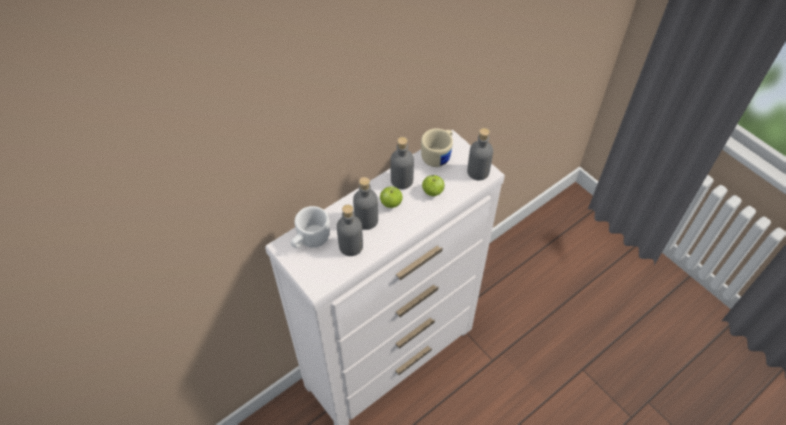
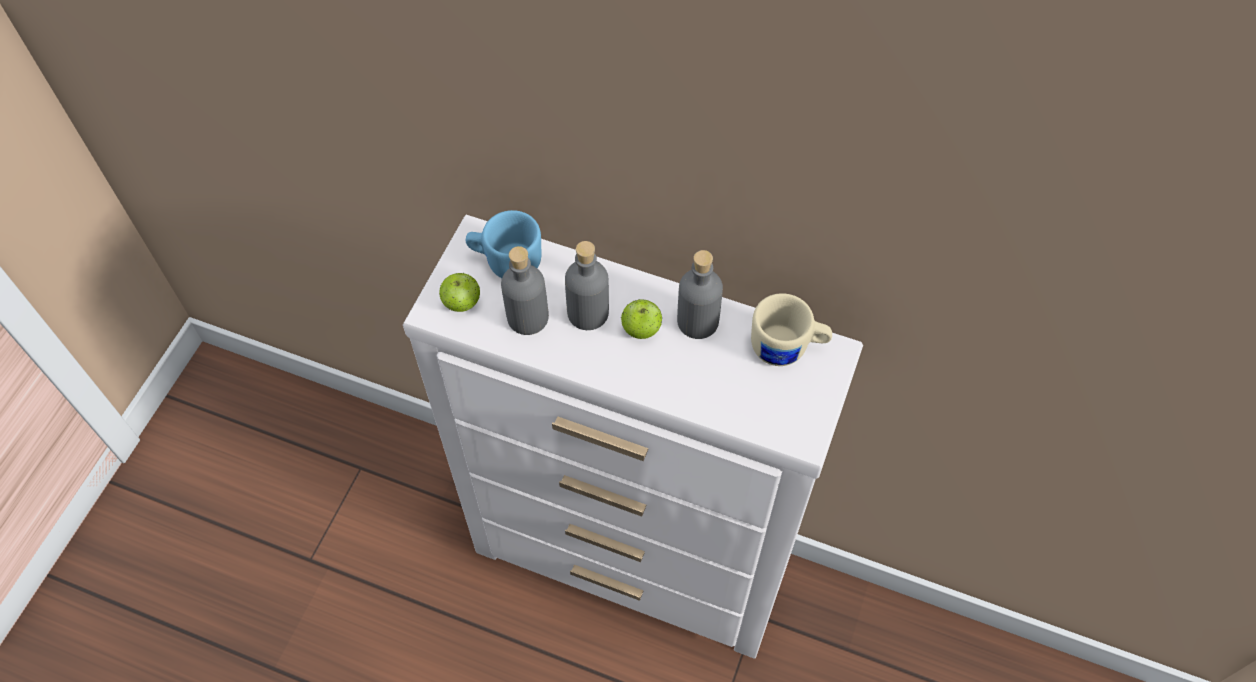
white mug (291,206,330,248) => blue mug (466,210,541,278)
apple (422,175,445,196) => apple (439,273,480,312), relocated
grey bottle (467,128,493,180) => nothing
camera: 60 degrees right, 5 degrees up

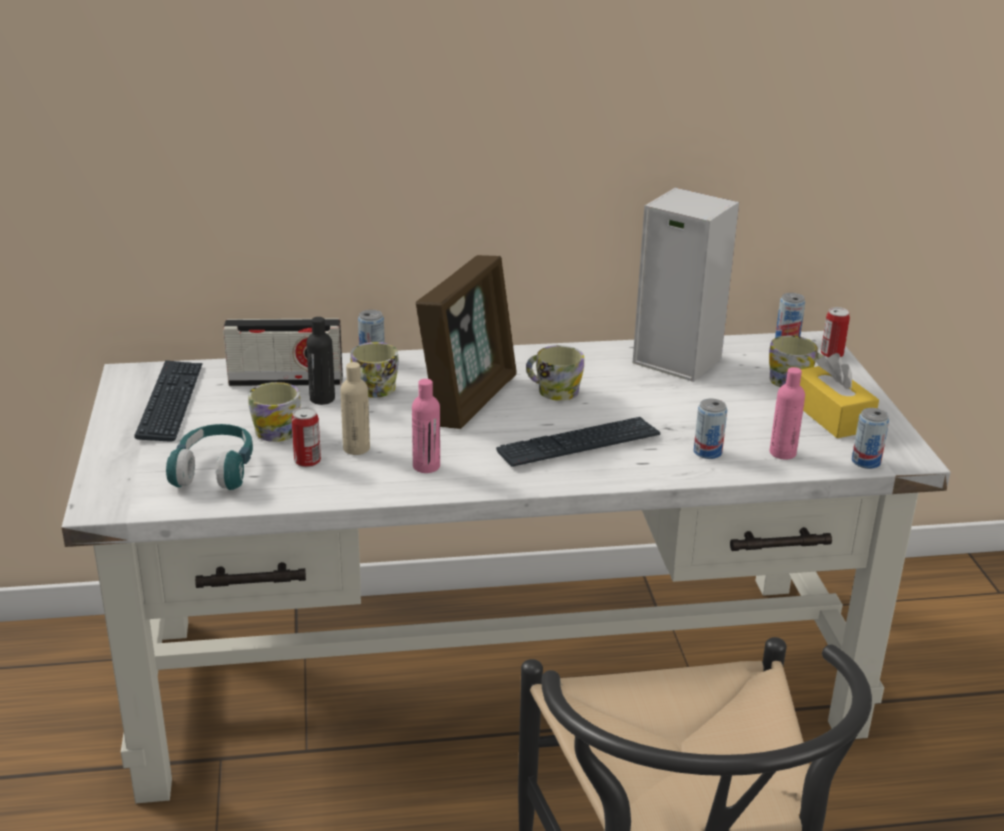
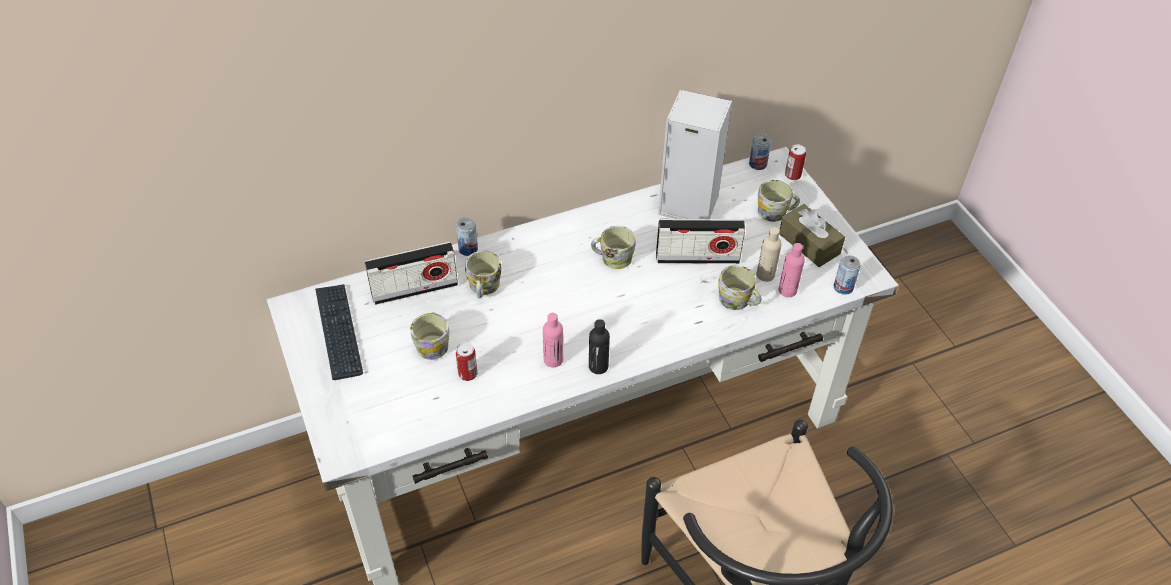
turquoise headphones (166,424,253,490) => nothing
black bottle (306,317,335,405) => black bottle (589,319,610,374), relocated
beige bottle (340,362,370,455) => beige bottle (757,227,782,282), relocated
picture frame (416,255,516,429) => nothing
keyboard (496,417,660,467) => nothing
can (694,399,727,459) => mug (718,265,762,310)
yellow tissue box (800,353,879,438) => brown tissue box (779,204,845,267)
nothing => radio (656,219,745,264)
camera: 15 degrees left, 20 degrees up

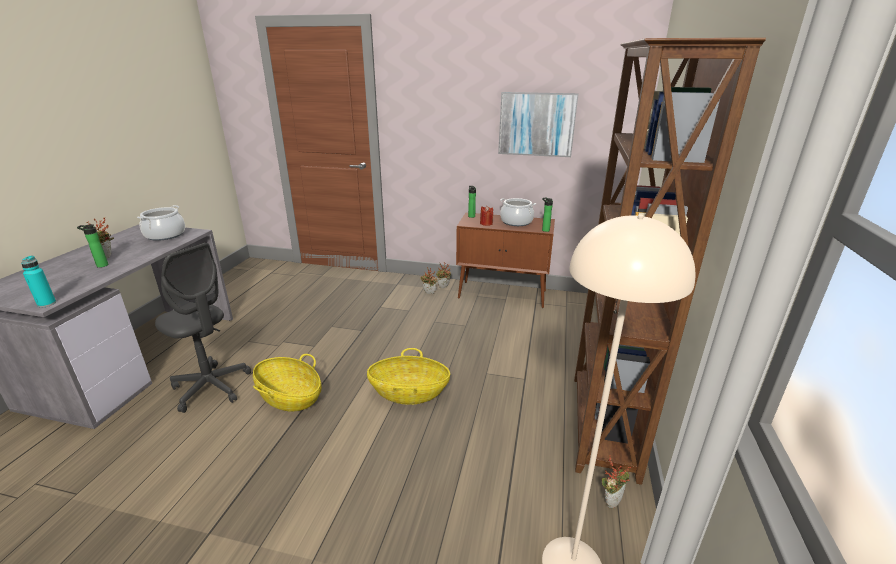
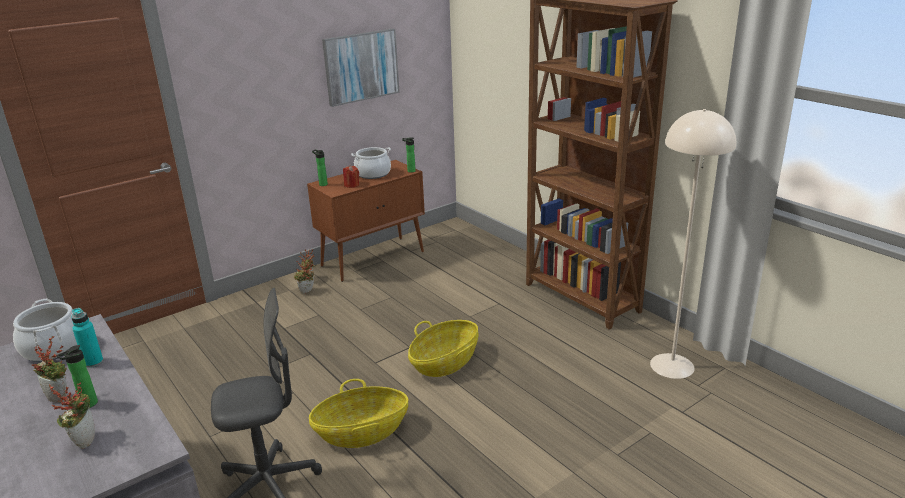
turquoise bottle (21,256,56,308) => turquoise bottle (71,308,103,368), relocated
potted plant (602,455,631,509) => potted plant (49,382,95,449), relocated
camera: 50 degrees left, 0 degrees up

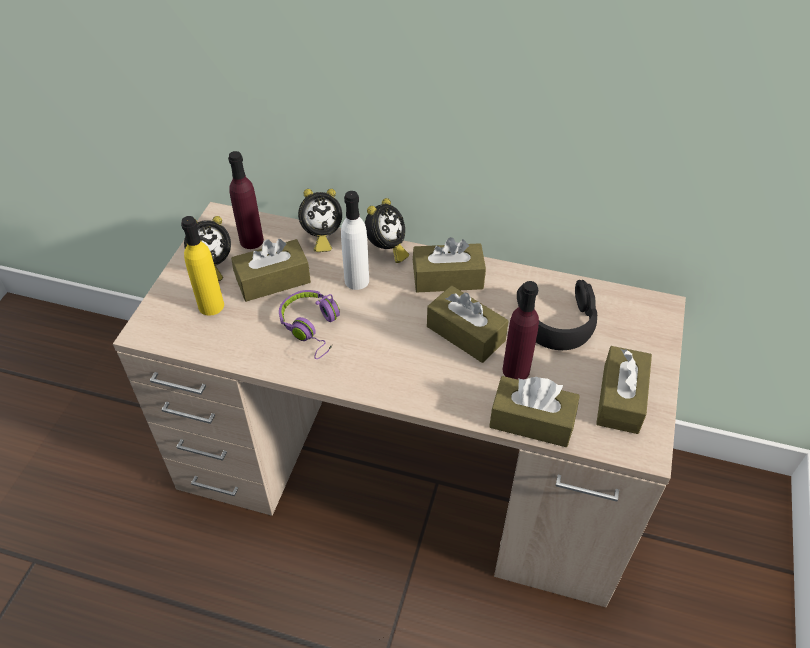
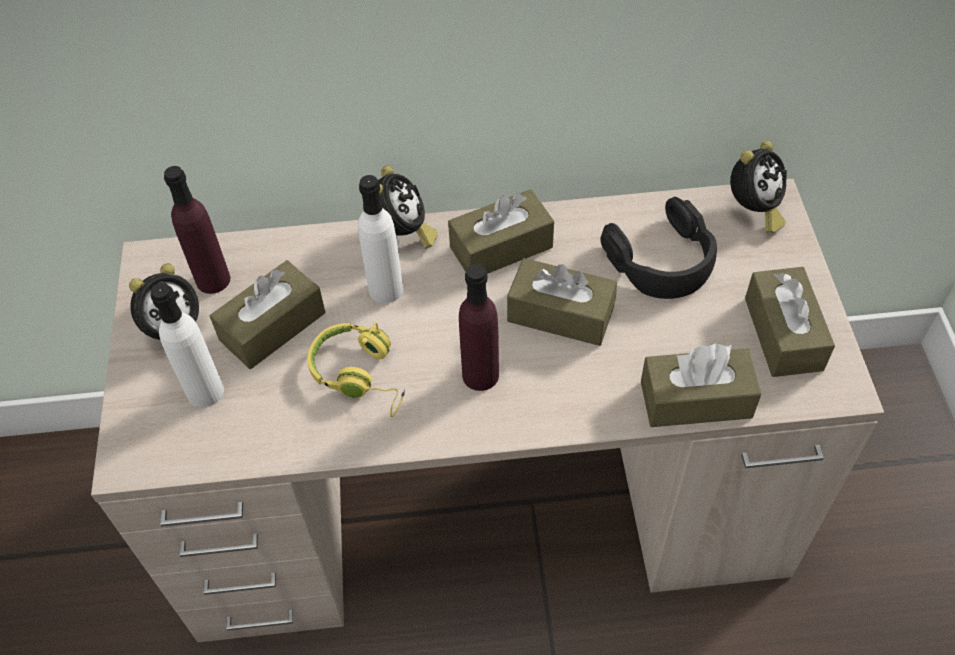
yellow bottle (181,216,224,316) => white bottle (150,283,224,407)
purple headphones (279,290,340,359) => yellow headphones (307,322,405,417)
alarm clock (298,189,342,252) => alarm clock (730,141,787,233), relocated
purple bottle (503,281,539,380) => purple bottle (459,264,499,391), relocated
camera: 20 degrees left, 5 degrees up

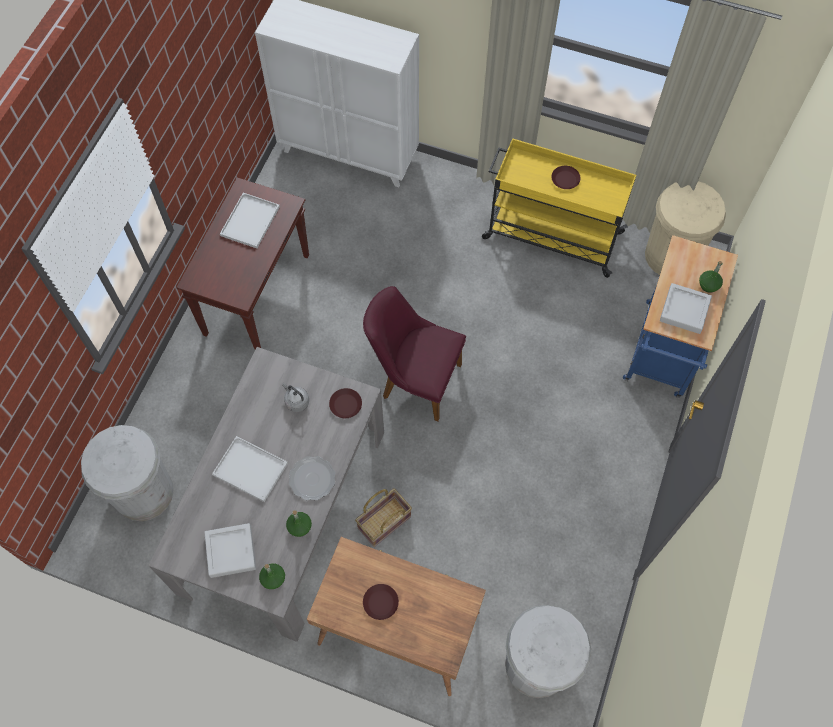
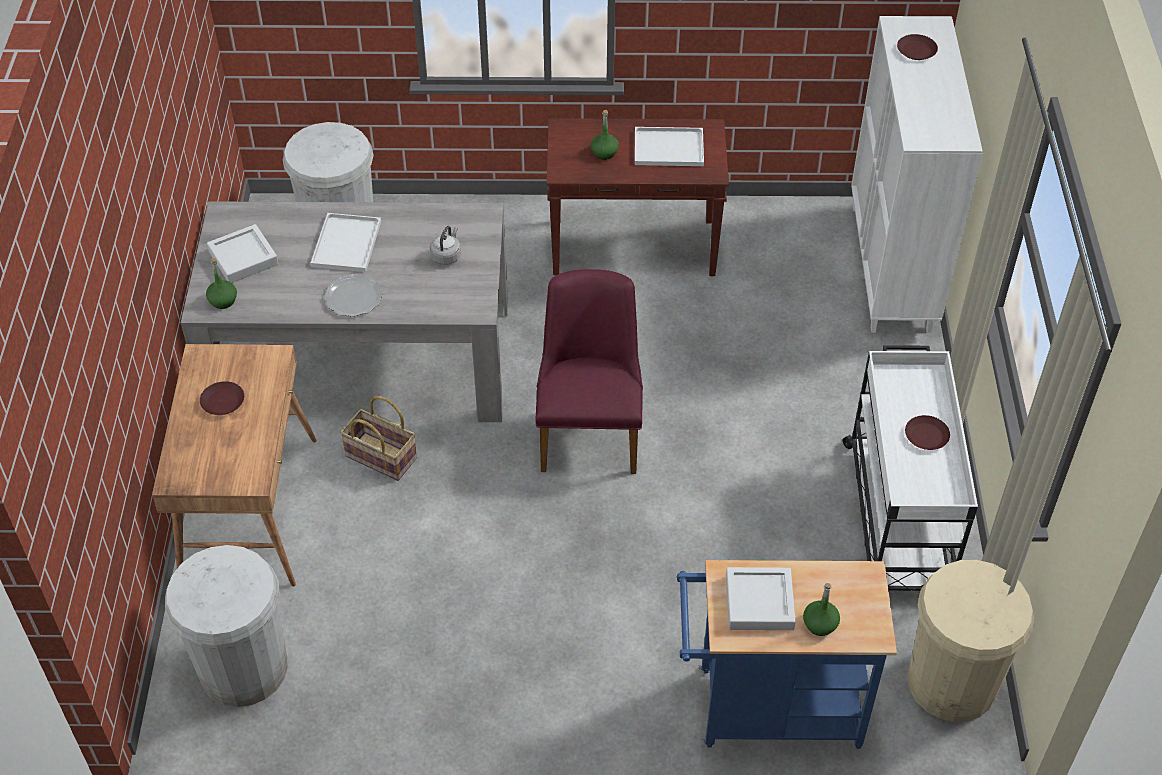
green bottle (286,510,312,537) => green bottle (591,110,619,160), relocated
brown plate (329,388,362,418) => brown plate (897,34,938,60), relocated
yellow cart (482,138,636,278) => white cart (843,345,978,591)
camera: 70 degrees right, 15 degrees down

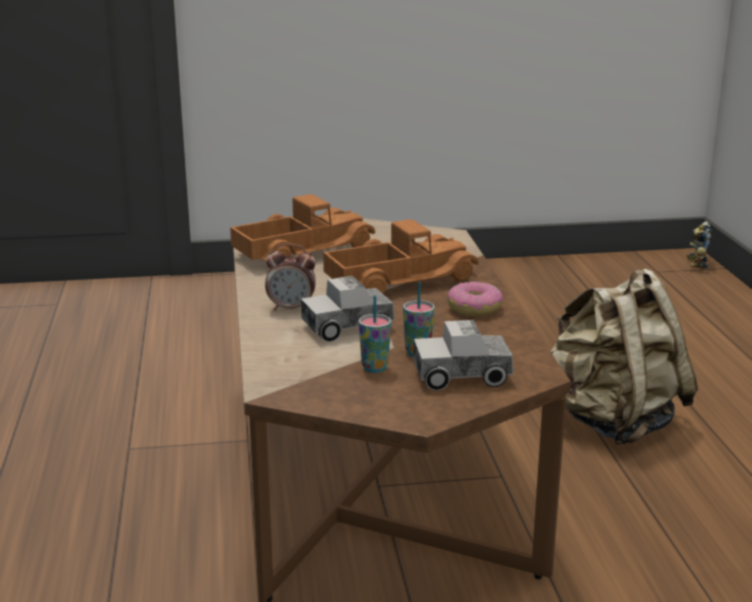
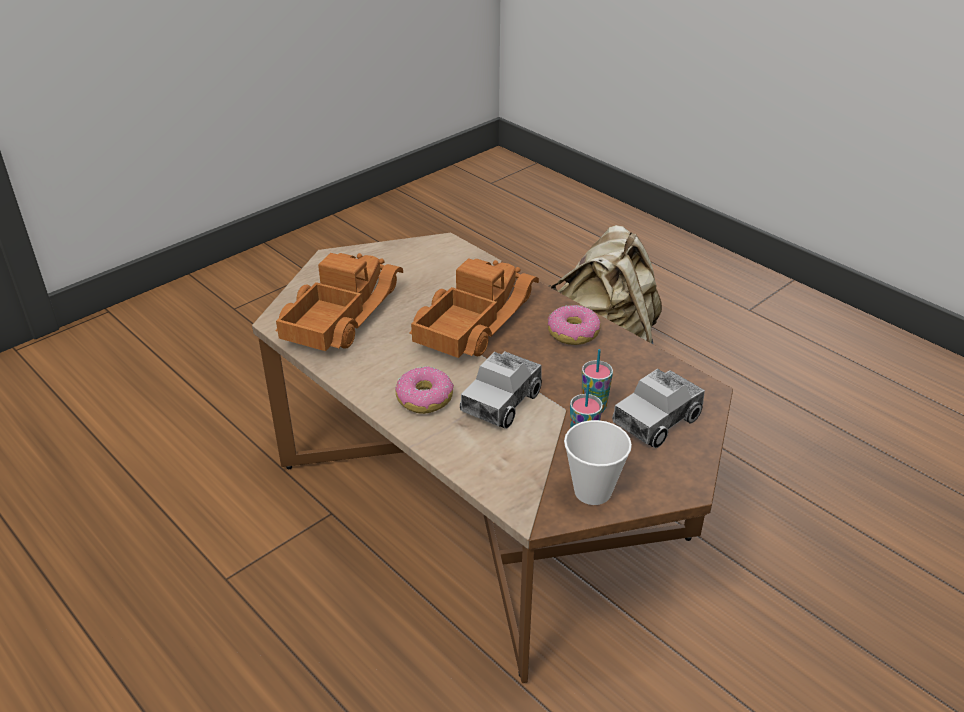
alarm clock (265,243,316,311) => donut (395,367,454,414)
toy robot (686,221,712,268) => nothing
nothing => cup (564,420,632,505)
camera: 35 degrees left, 15 degrees up

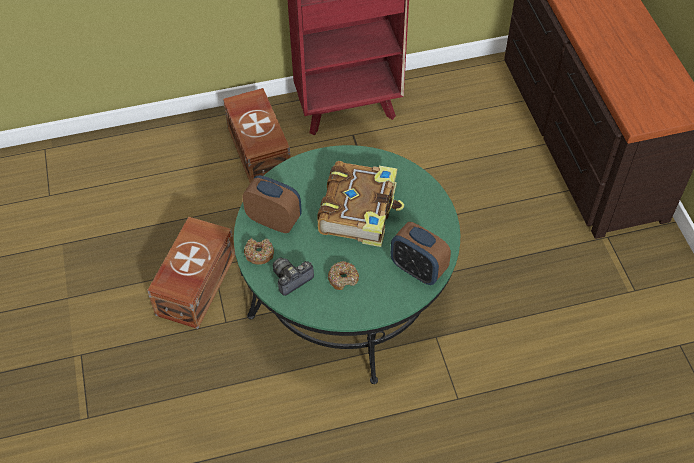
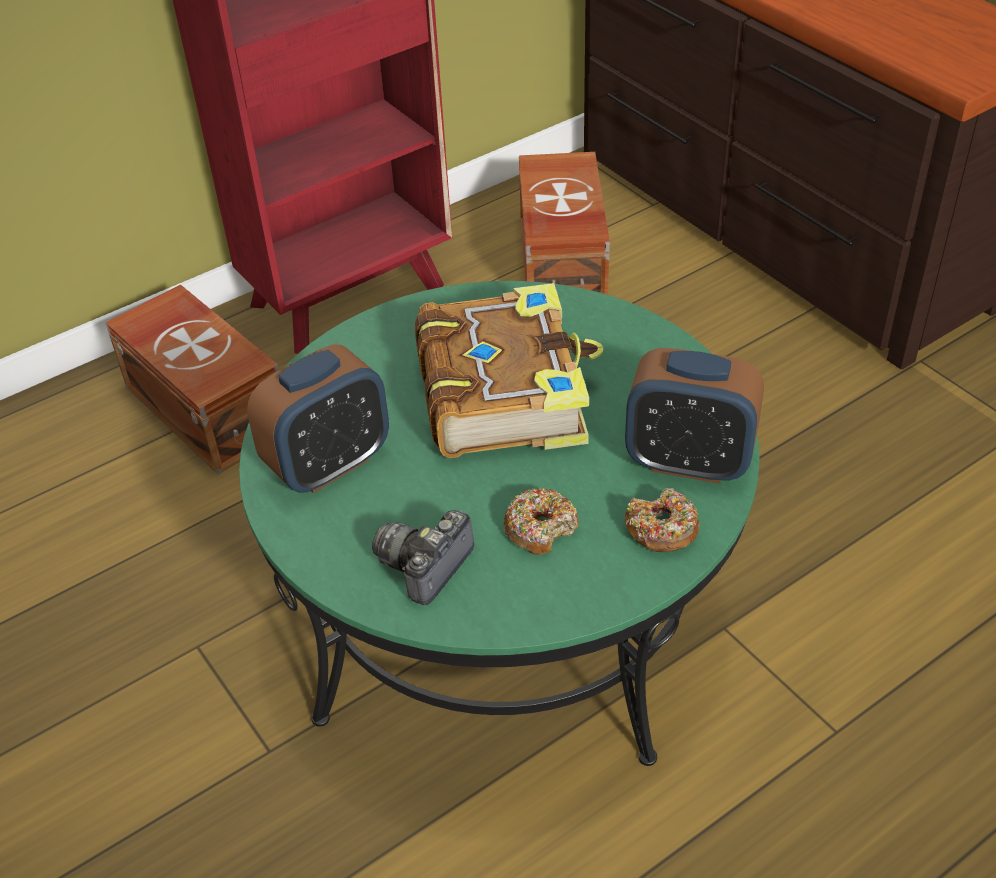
brown storage box (147,217,236,329) => brown storage box (519,152,610,295), relocated
alarm clock (242,175,302,233) => alarm clock (247,344,389,493), 135 degrees clockwise
donut (244,238,274,265) => donut (625,488,700,552), relocated
camera: 20 degrees left, 10 degrees down

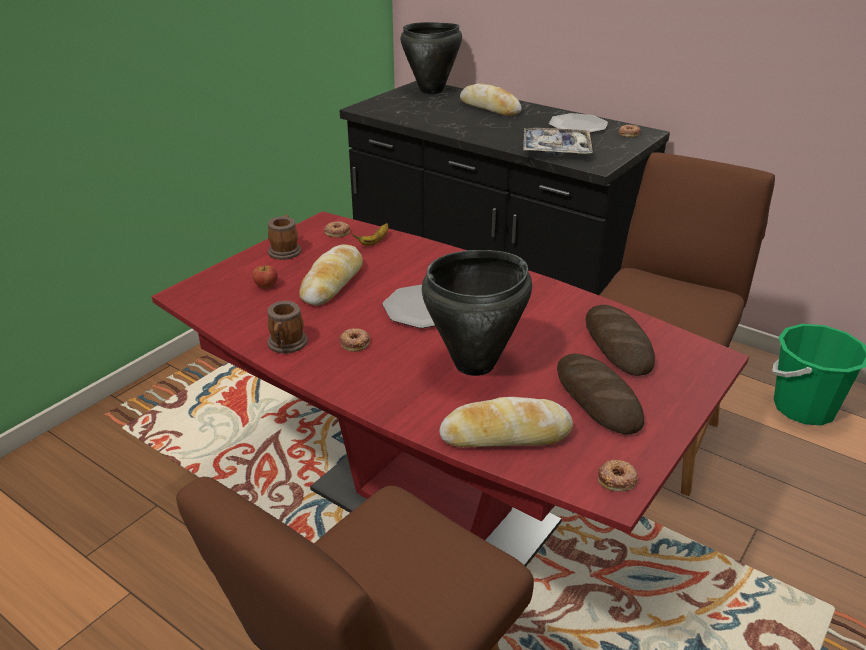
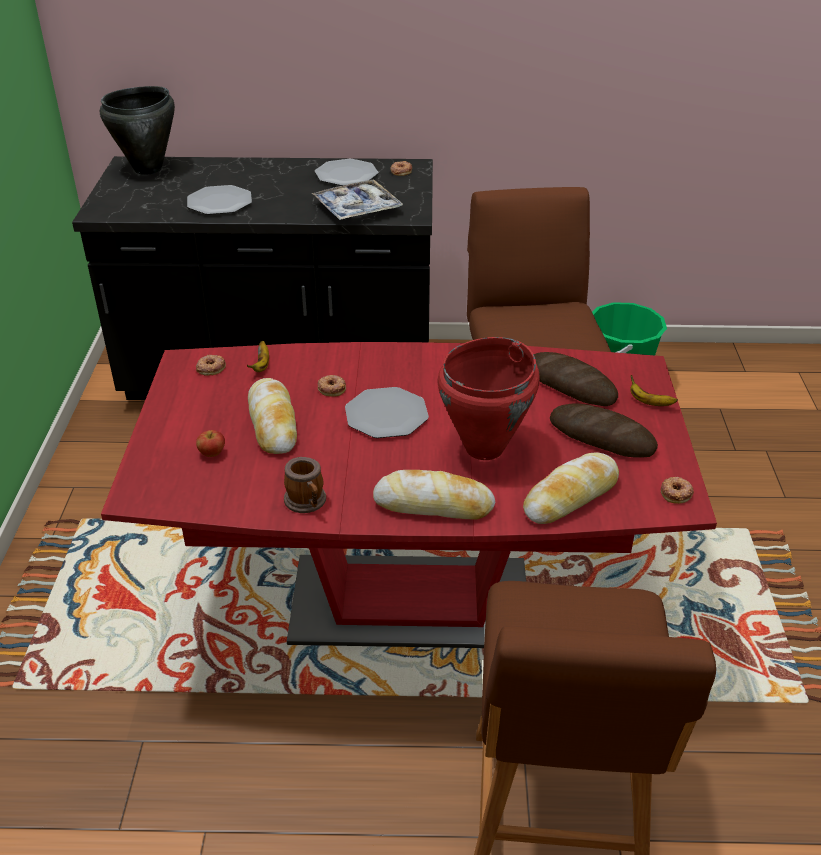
mug (268,215,301,260) => nothing
donut (340,328,370,352) => donut (318,375,346,397), relocated
black cooking pot (421,250,532,376) => red cooking pot (438,337,540,460)
bread (460,84,521,116) => bread (373,470,495,520), relocated
nothing => plate (187,185,252,215)
nothing => banana (630,375,678,406)
camera: 35 degrees left, 5 degrees up

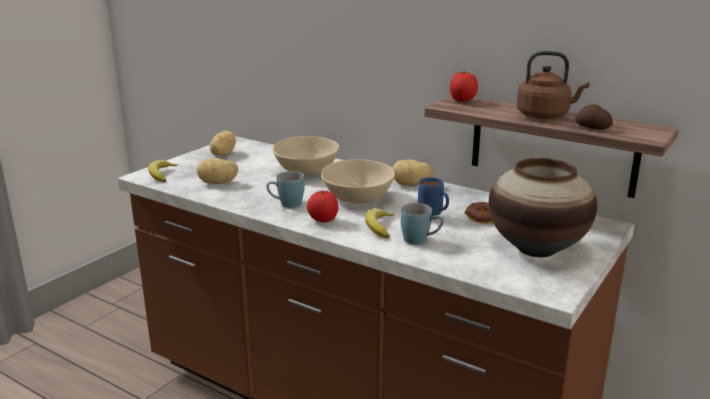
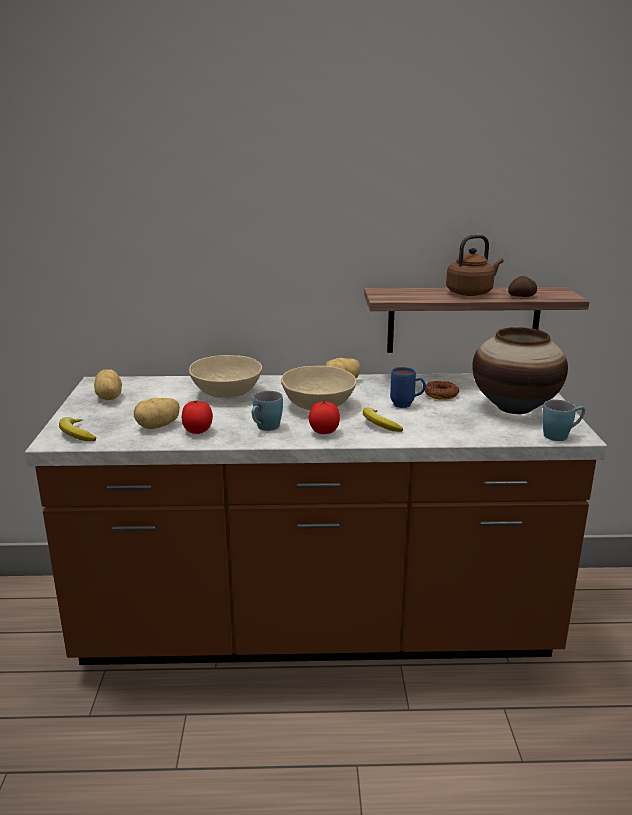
blue mug (400,203,444,245) => blue mug (542,400,585,441), relocated
tomato (450,71,478,102) => tomato (182,400,213,434), relocated
camera: 35 degrees left, 0 degrees up

